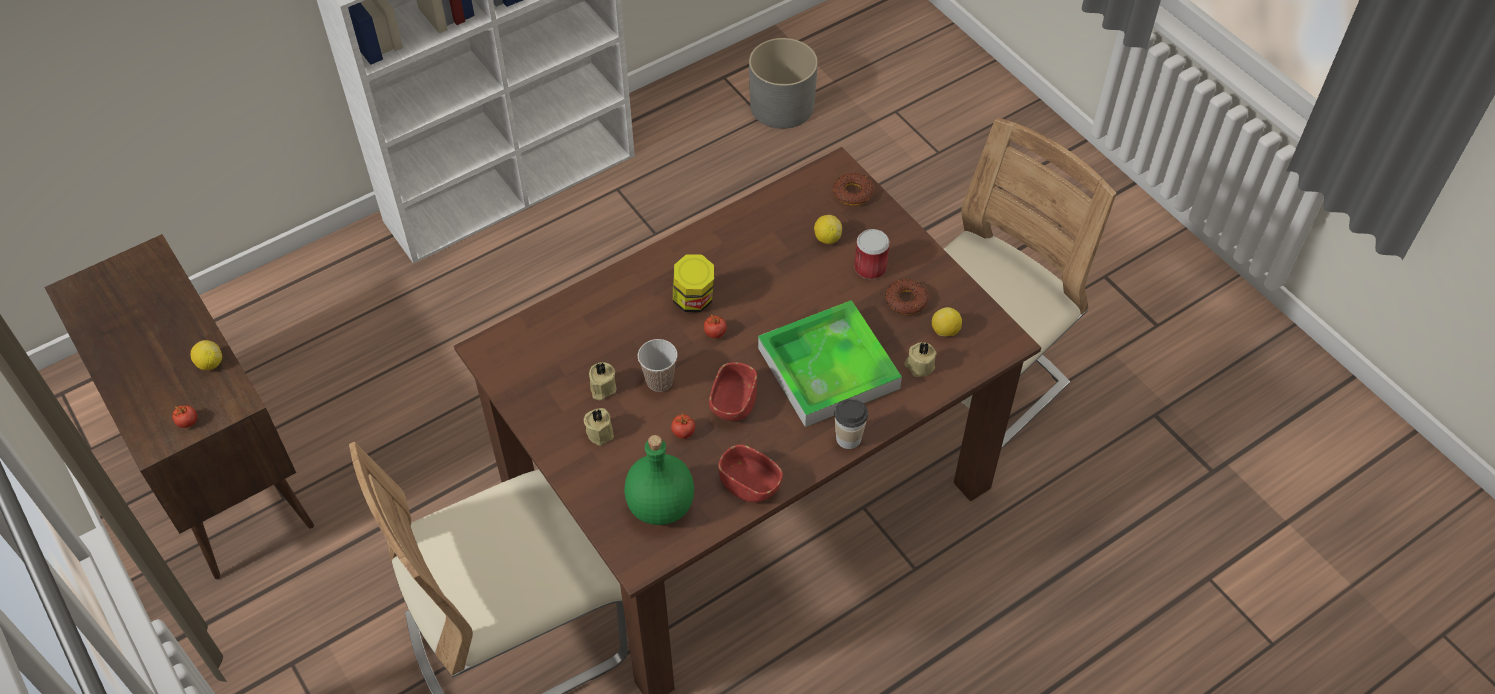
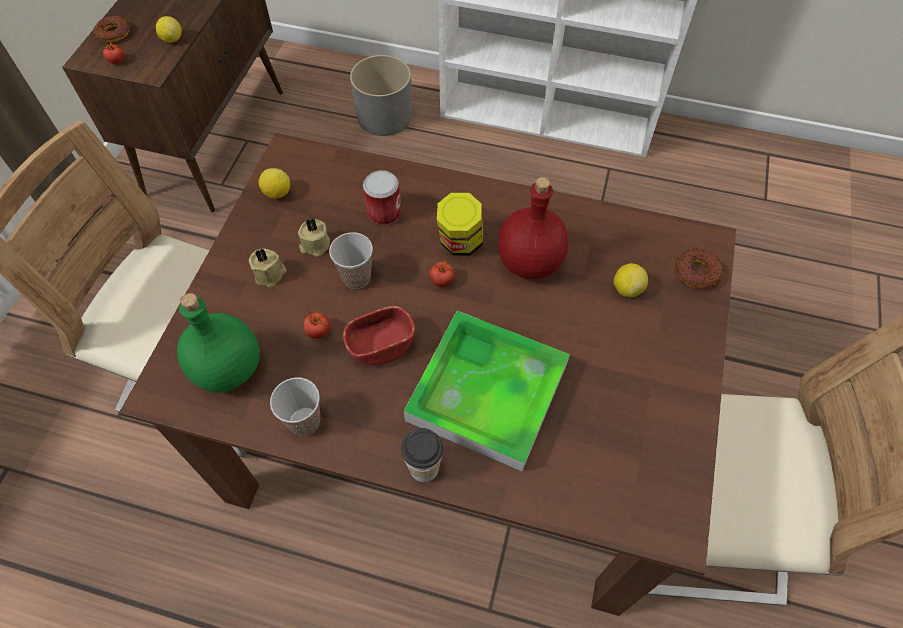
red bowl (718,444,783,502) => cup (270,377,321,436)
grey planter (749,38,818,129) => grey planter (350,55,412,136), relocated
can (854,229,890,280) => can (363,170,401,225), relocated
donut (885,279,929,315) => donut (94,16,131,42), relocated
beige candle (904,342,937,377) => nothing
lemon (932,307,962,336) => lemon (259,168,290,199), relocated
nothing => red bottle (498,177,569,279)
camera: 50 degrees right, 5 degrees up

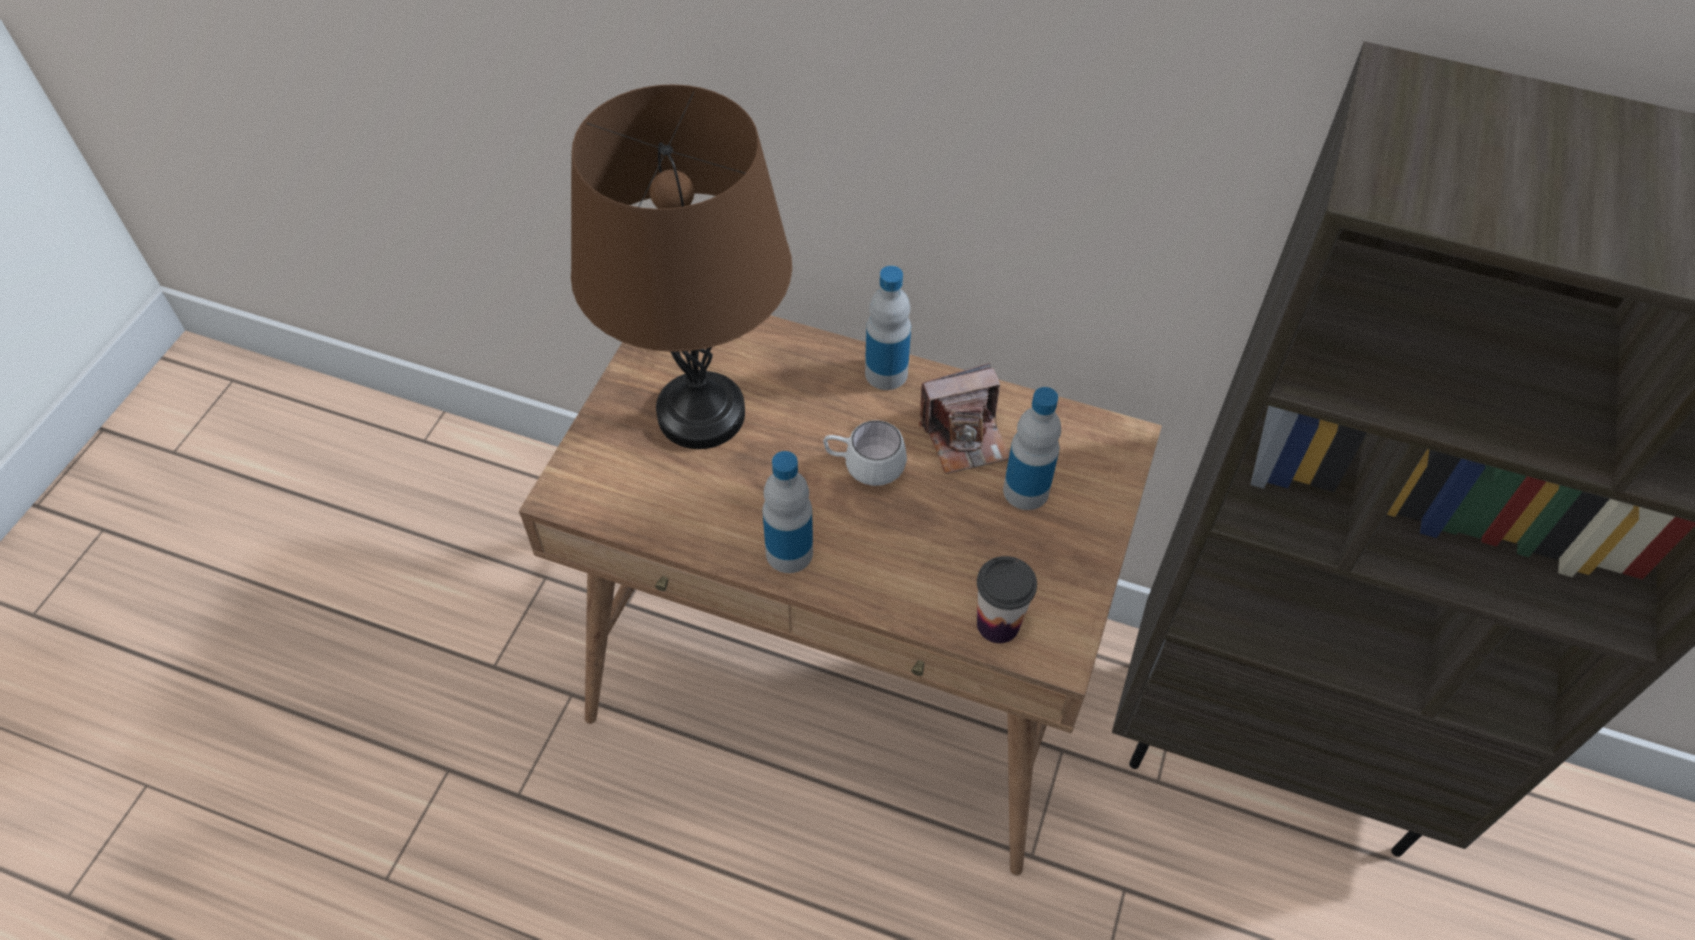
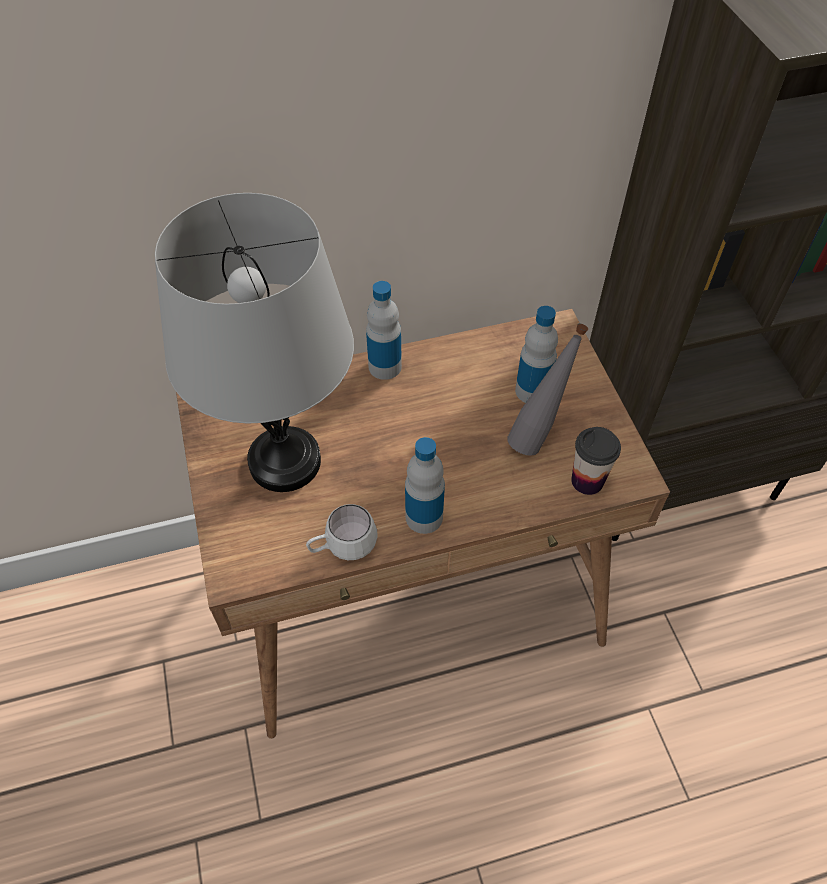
brown table lamp (571,84,792,449) => grey table lamp (155,193,354,492)
white mug (823,420,907,486) => white mug (306,504,378,560), relocated
photo camera (919,363,1009,474) => nothing
nothing => grey bottle (507,324,588,456)
camera: 35 degrees left, 0 degrees up

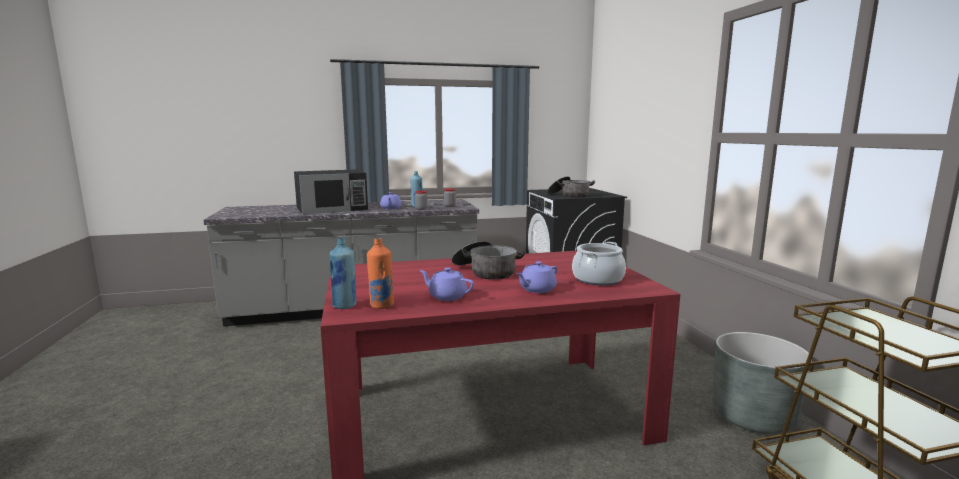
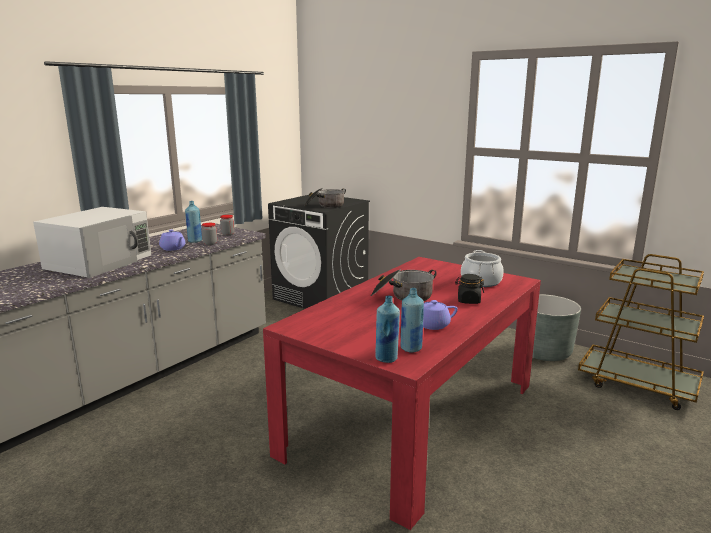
black microwave (294,169,368,215) => white microwave (33,207,151,278)
orange bottle (367,238,394,309) => blue bottle (400,288,424,352)
purple teapot (516,261,557,293) => black jar (455,274,484,304)
camera: 40 degrees left, 5 degrees up

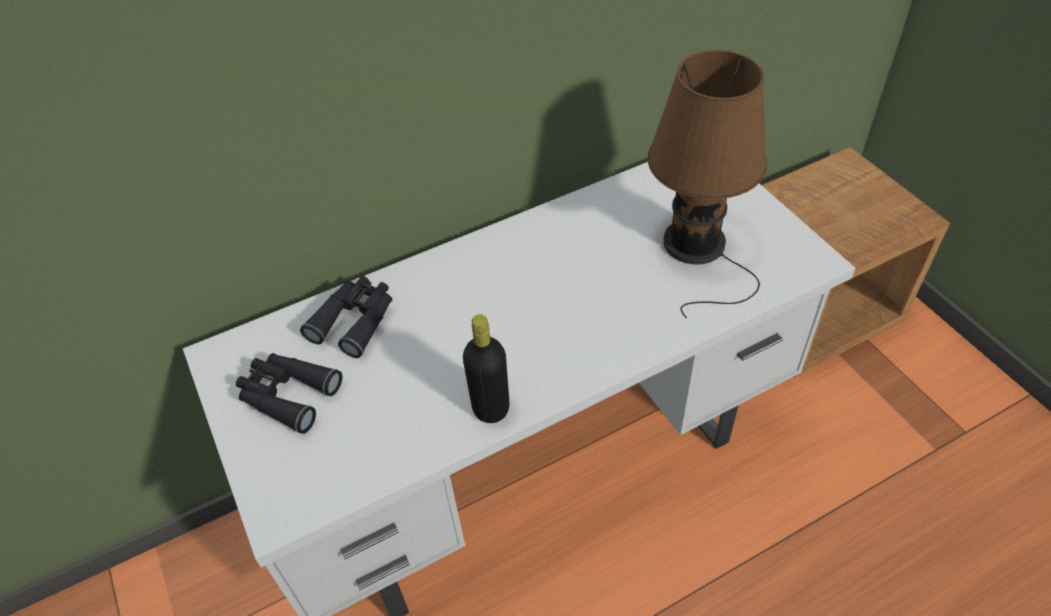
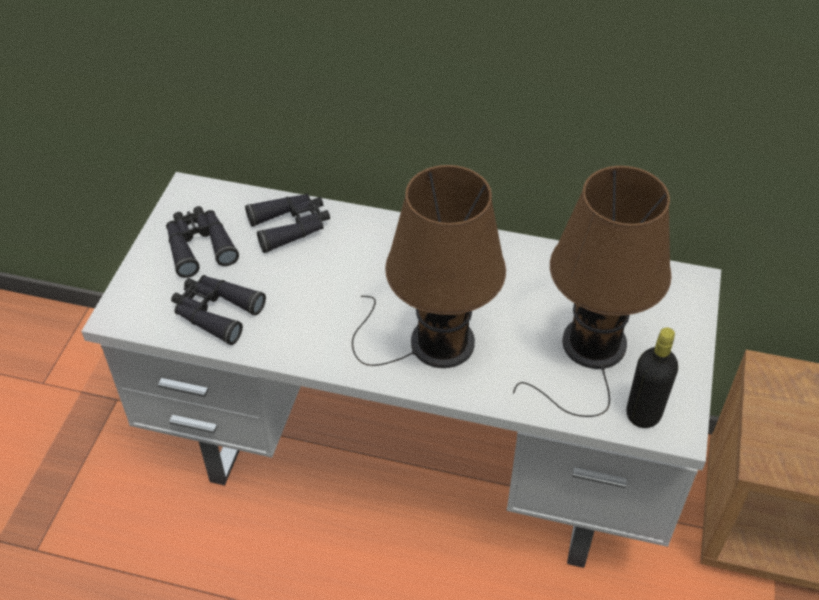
black bottle (463,314,510,423) => black bottle (626,328,678,428), relocated
nothing => black binoculars (171,275,266,345)
nothing => brown table lamp (352,165,506,368)
camera: 40 degrees right, 0 degrees up

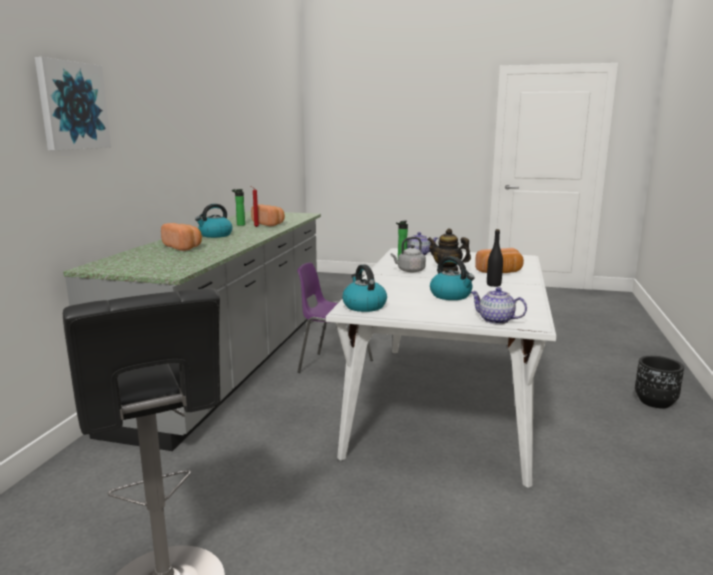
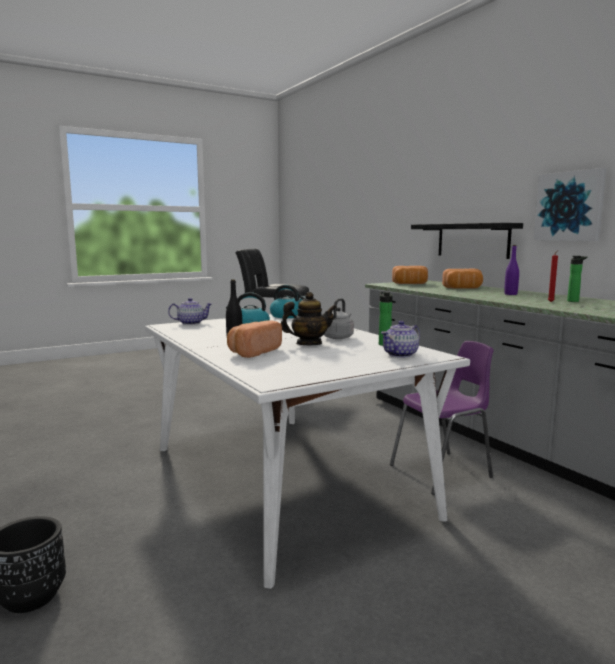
picture (35,57,111,150) => picture (534,168,607,241), relocated
kettle (195,204,233,238) => purple bottle (504,245,519,295)
bread (251,205,285,226) => bread (392,266,428,284), relocated
nothing => black shelf (411,223,523,259)
camera: 135 degrees right, 5 degrees down

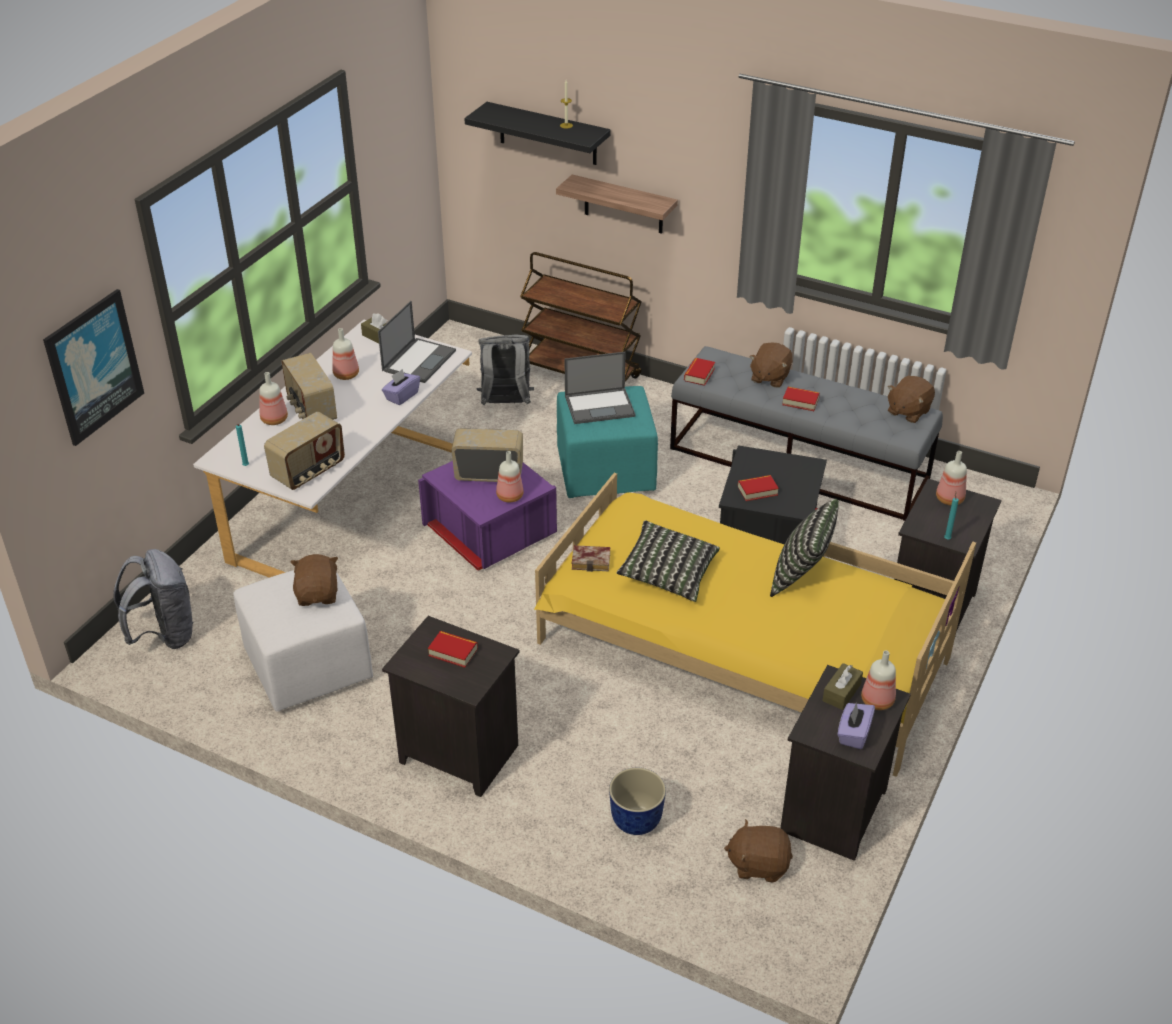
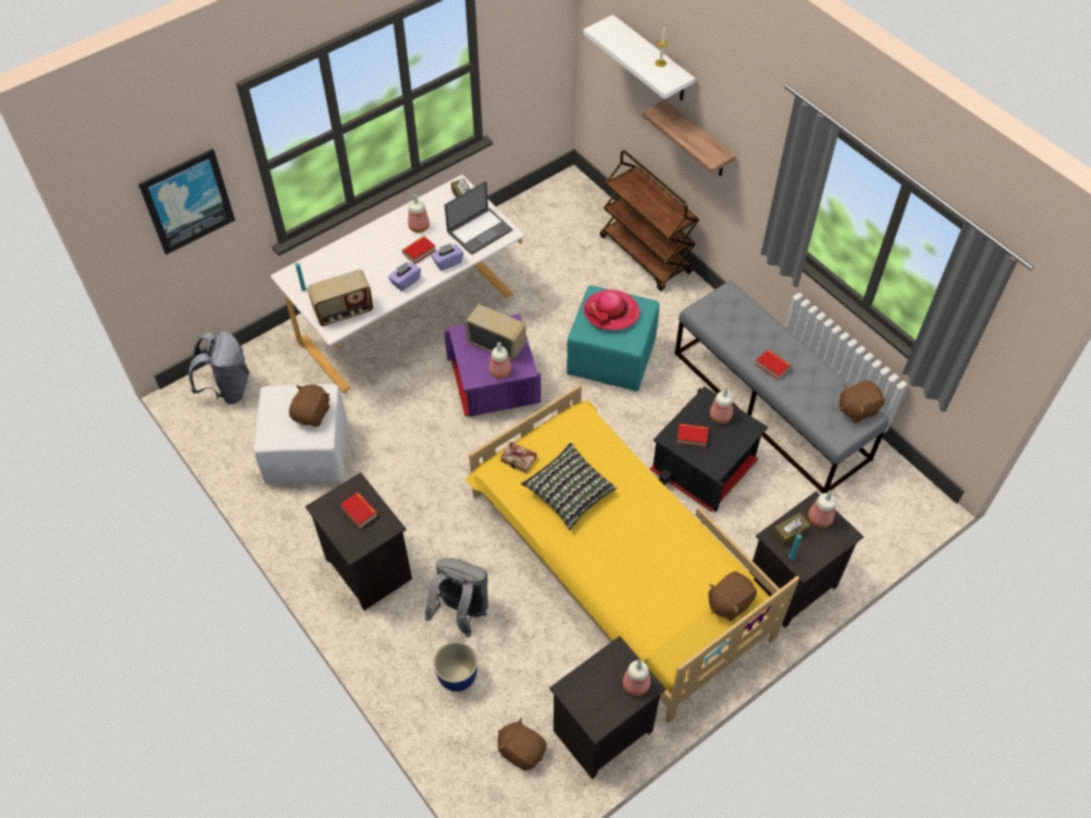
bottle (260,372,288,425) => bottle (710,387,733,424), relocated
radio (281,353,337,420) => nothing
black shelf (464,102,611,165) => white shelf (583,15,695,101)
grey backpack (476,334,534,405) => grey backpack (425,558,488,637), relocated
laptop (565,352,635,424) => hat (584,289,640,330)
book (684,358,715,386) => book (402,236,436,264), relocated
brown plush toy (749,342,793,388) => brown plush toy (708,571,757,621), relocated
pillow (770,499,839,597) => nothing
brown tissue box (822,663,863,710) => brown tissue box (773,512,811,546), relocated
purple tissue box (838,703,875,749) => purple tissue box (388,262,421,291), relocated
camera: 25 degrees right, 15 degrees up

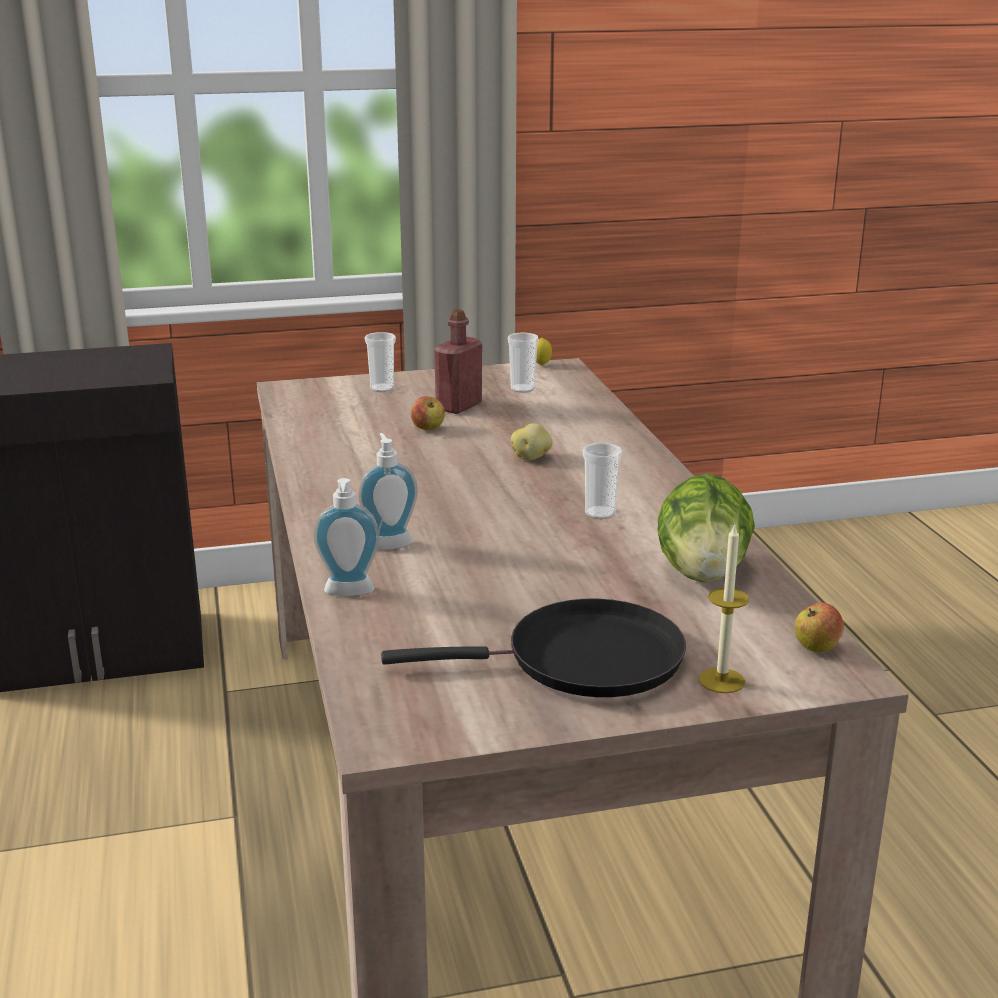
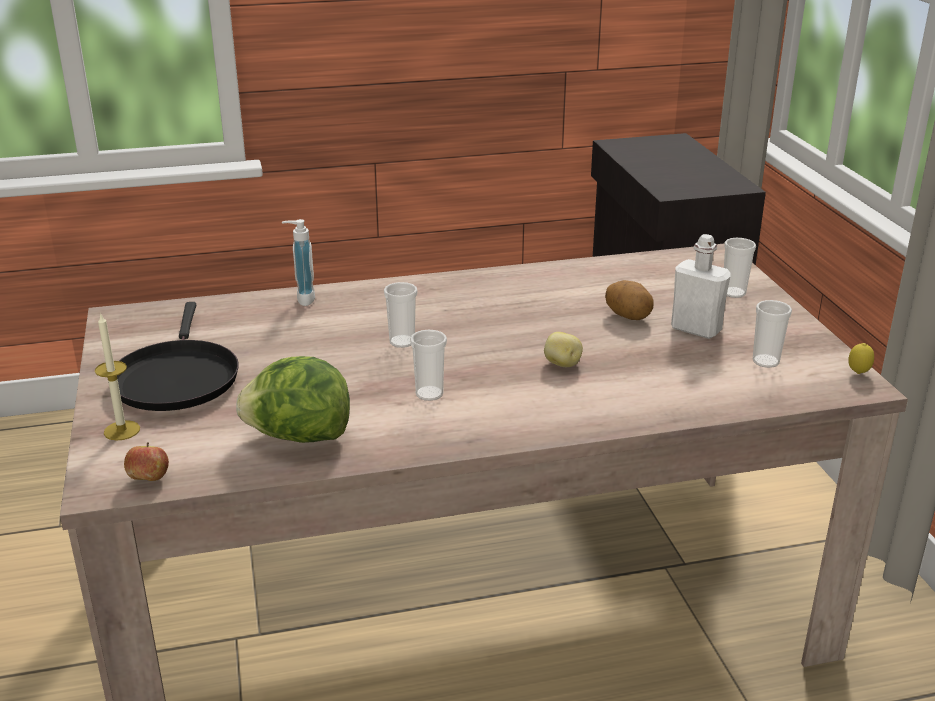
soap dispenser (359,433,418,550) => nothing
apple (411,396,445,430) => potato (605,280,654,320)
red bottle (434,309,482,414) => white bottle (671,234,731,339)
nothing => cup (384,282,418,348)
camera: 90 degrees right, 5 degrees up

